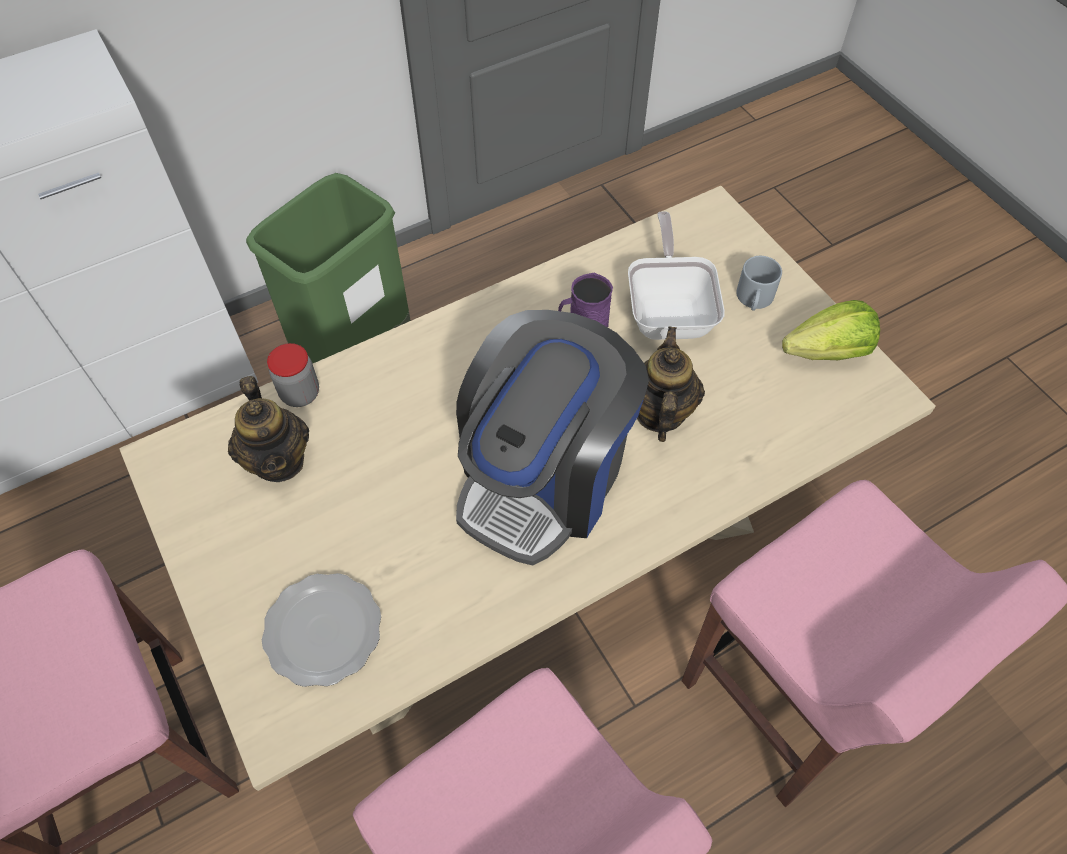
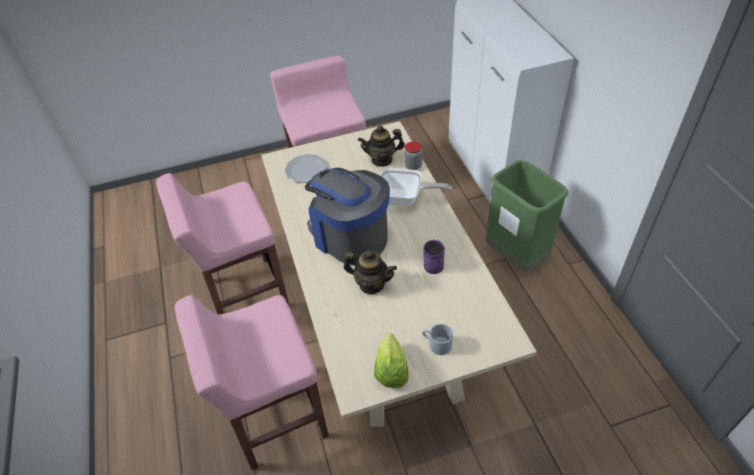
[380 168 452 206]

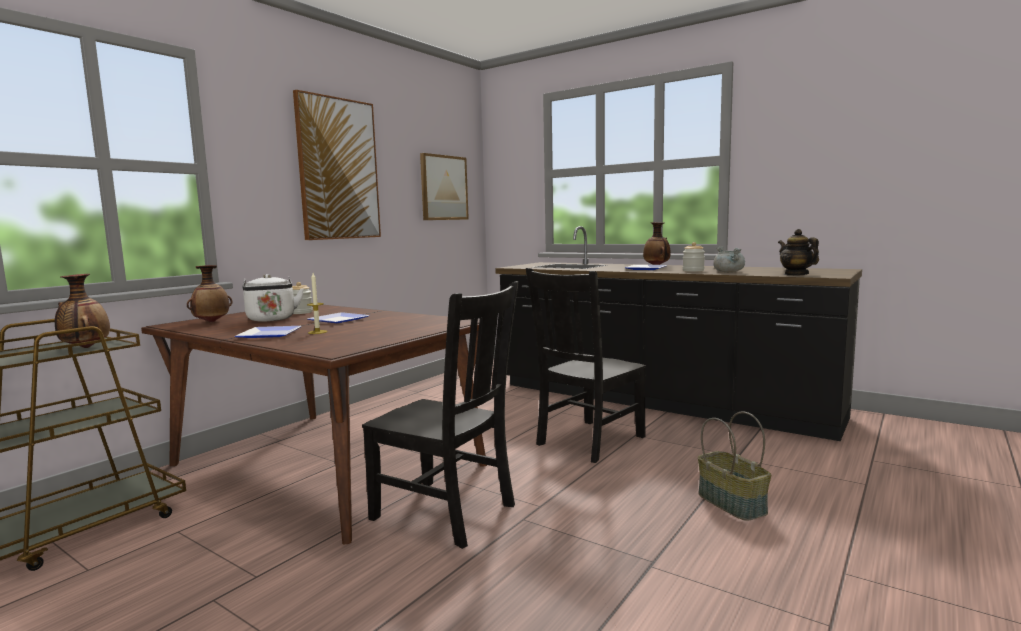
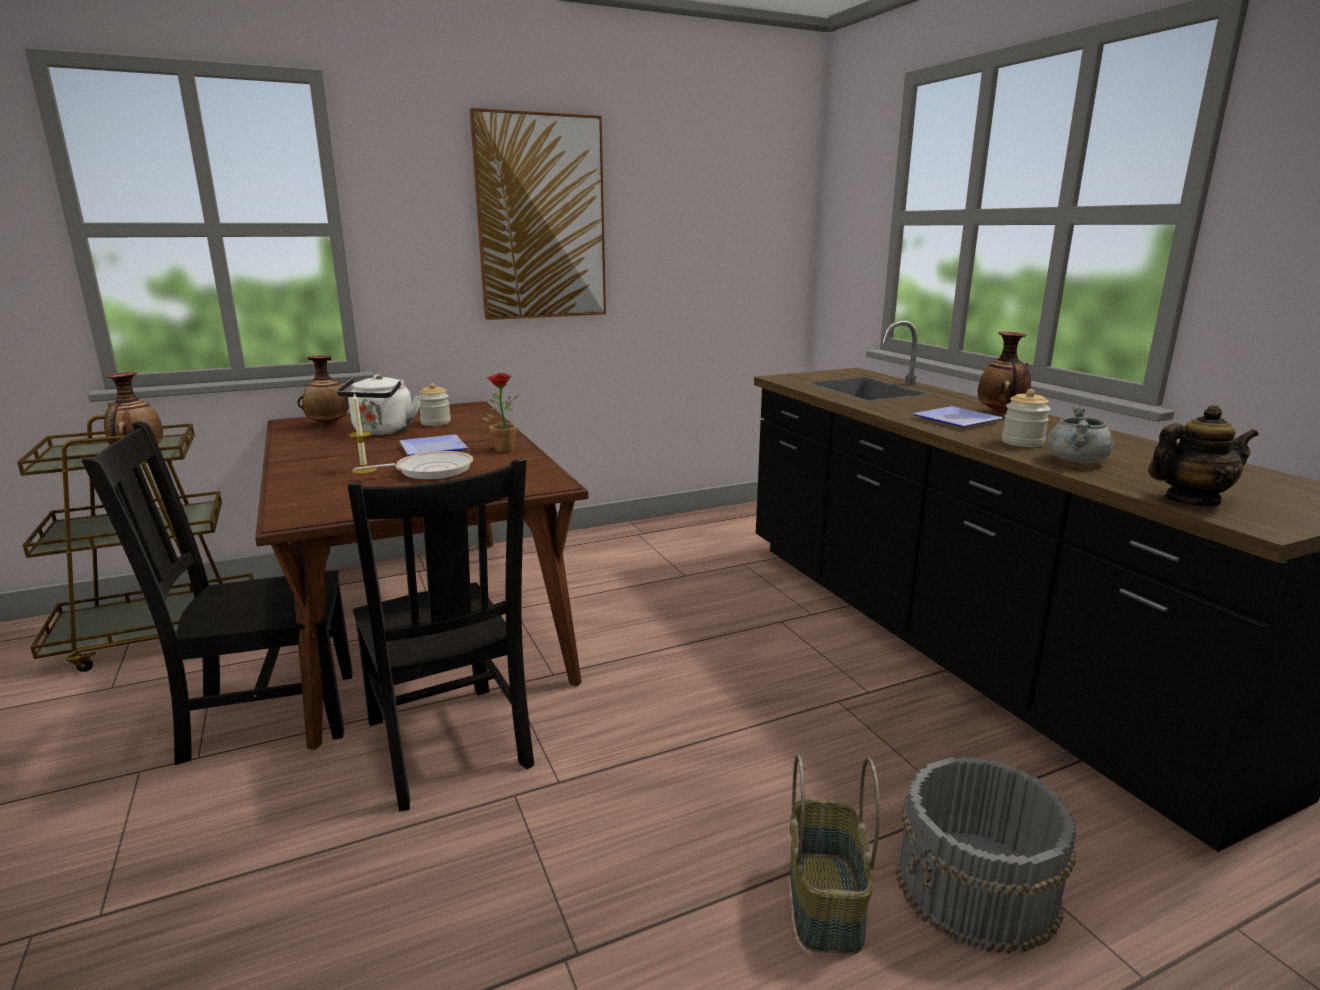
[235 326 302 338] (first image)
[420 153 469 220] (first image)
[81 421 353 765]
[1148 405 1259 506]
[354 451 473 479]
[482 373 519 453]
[895 756 1077 954]

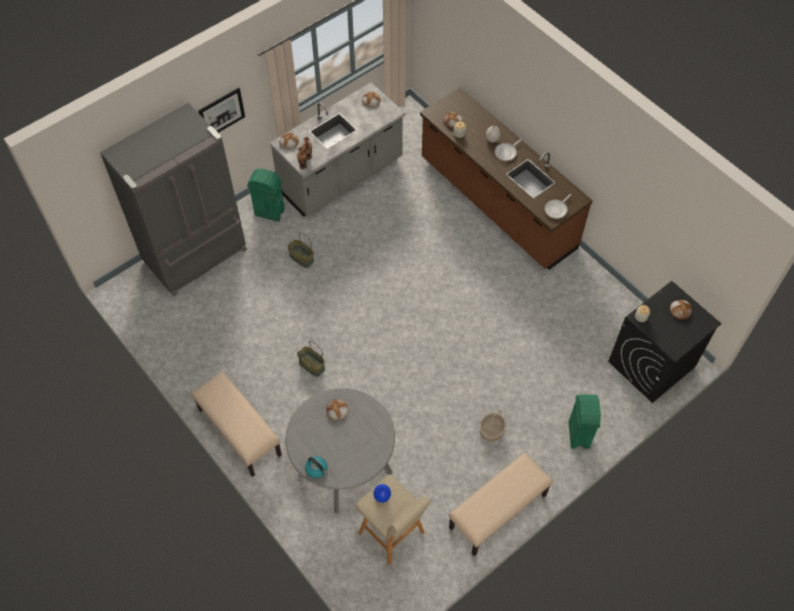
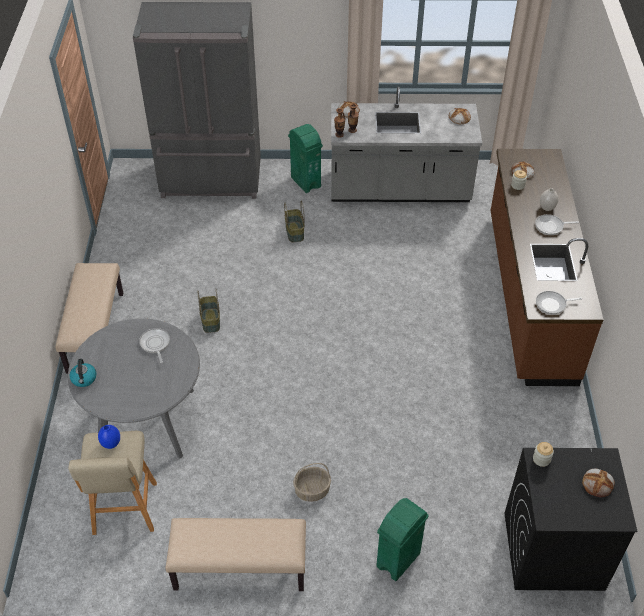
[198 87 245 133] (first image)
[139 328 170 363]

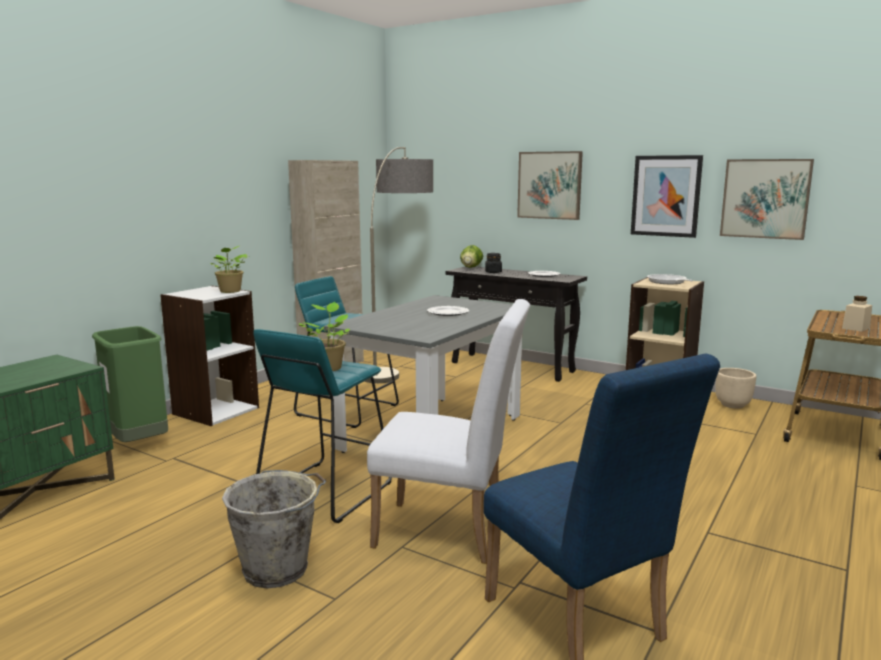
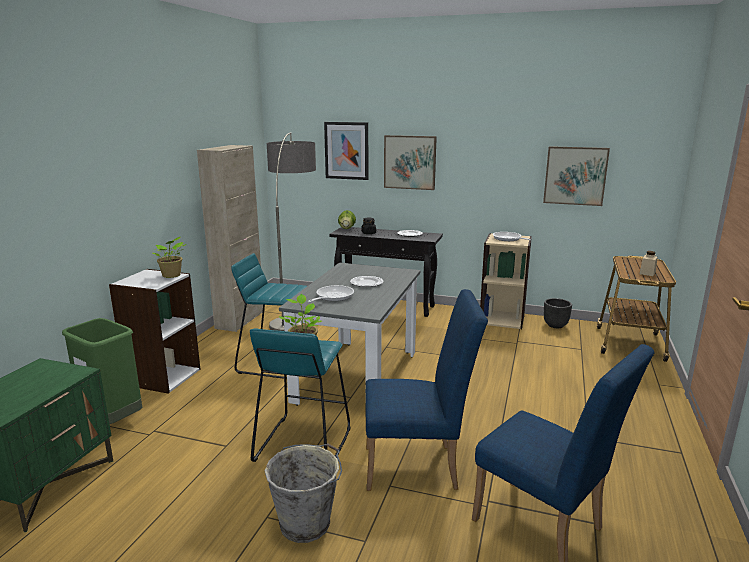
[365 289 488 491]
[324 122 368 180]
[544 298 572 328]
[307 285 354 303]

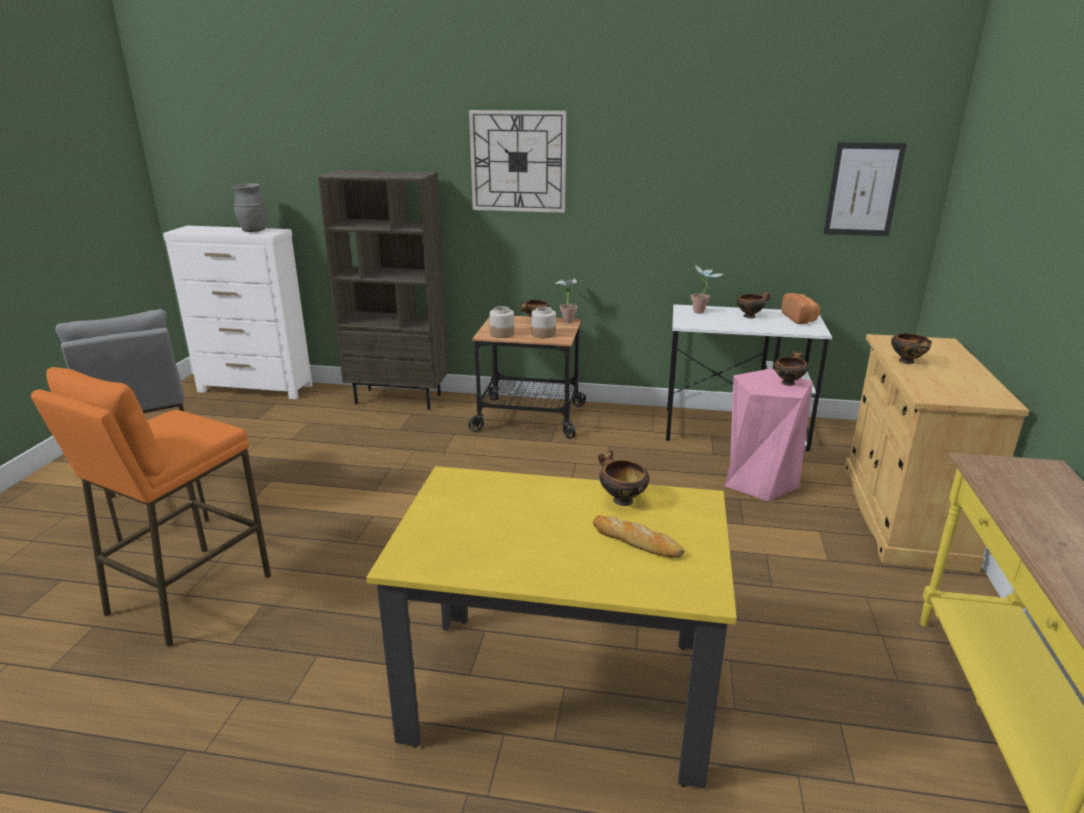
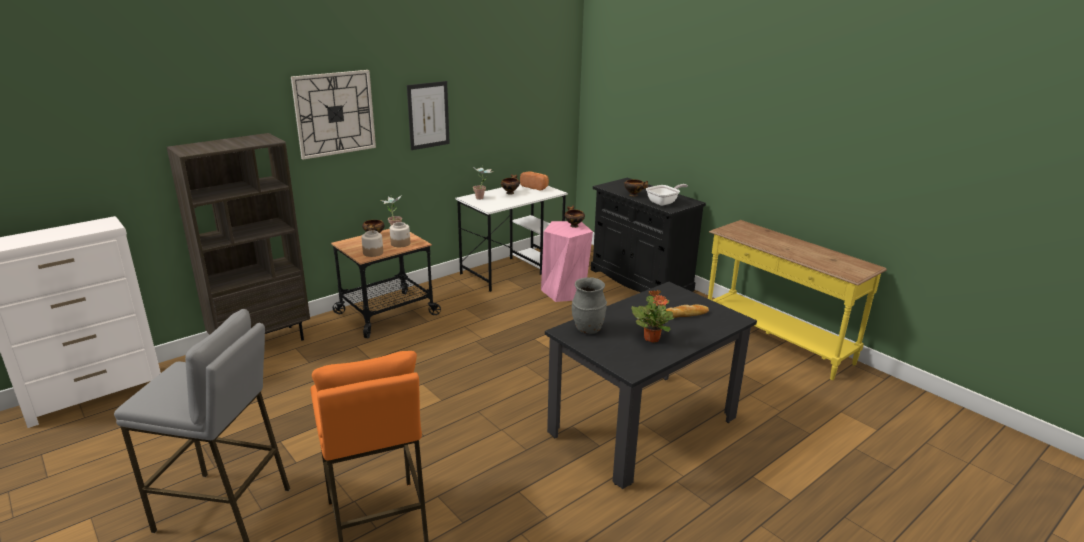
[572 277 607 334]
[545 282 757 489]
[598 450 649 506] (first image)
[407 81 450 150]
[591 178 706 292]
[631 290 674 343]
[646 184 688 206]

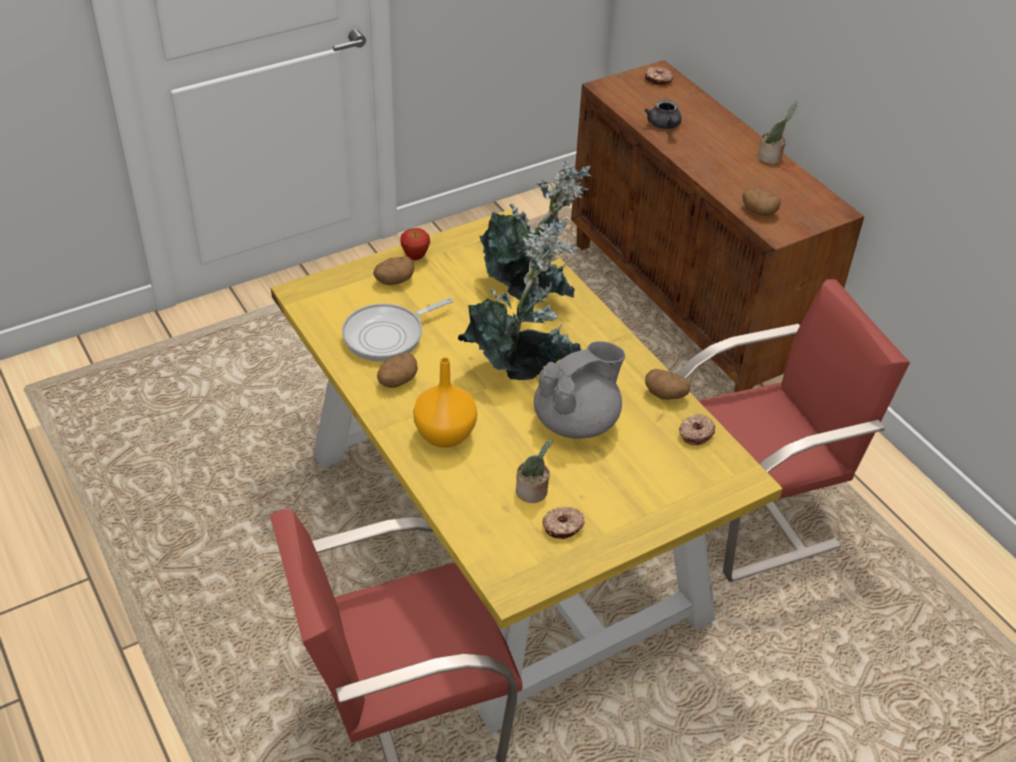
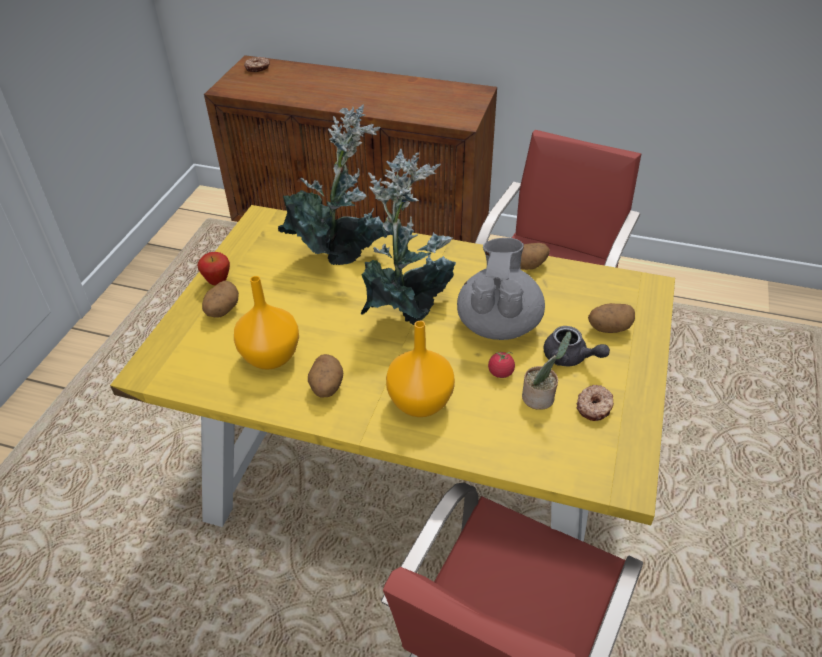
[234 276 299 369]
[543 326 610 366]
[679 414 715 445] (first image)
[588 303 635 333]
[758 101 798 164] (first image)
[488 351 515 378]

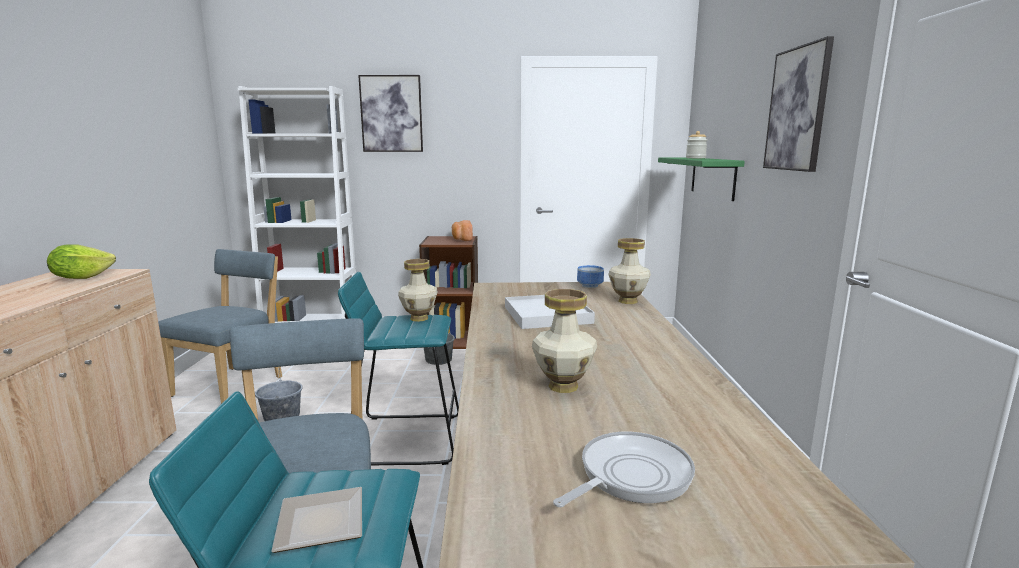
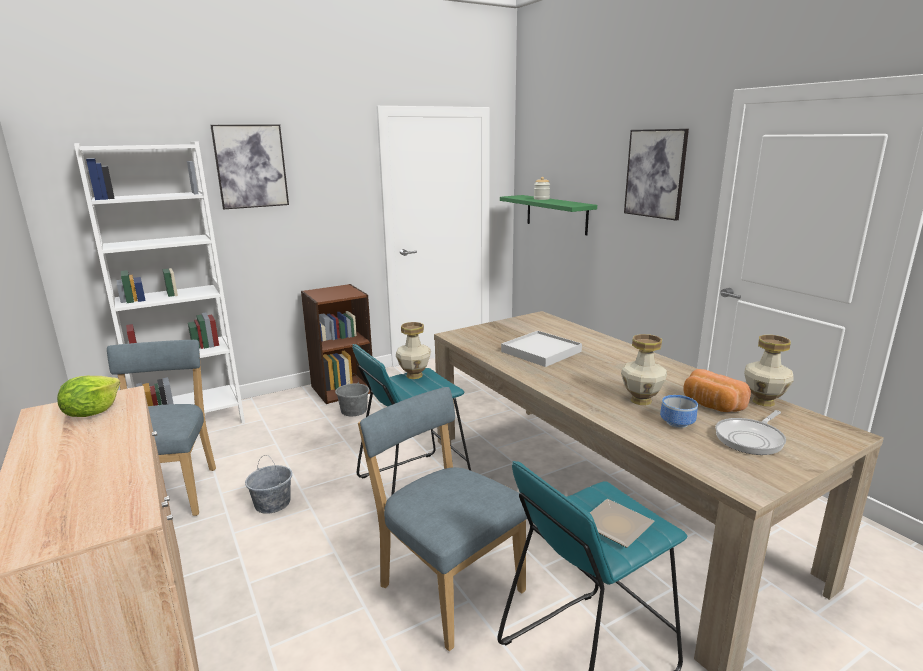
[683 369 751 412]
[715 410 786 455]
[660 395 698 428]
[745 335 794 407]

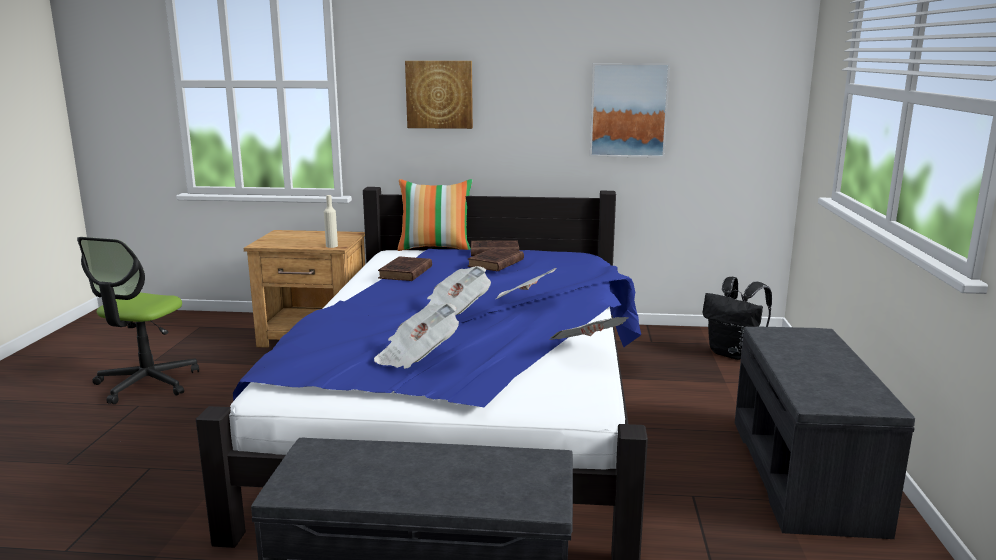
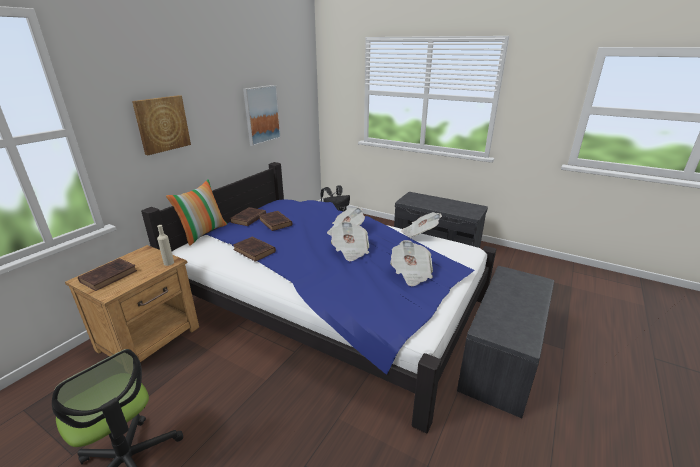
[78 258 137 291]

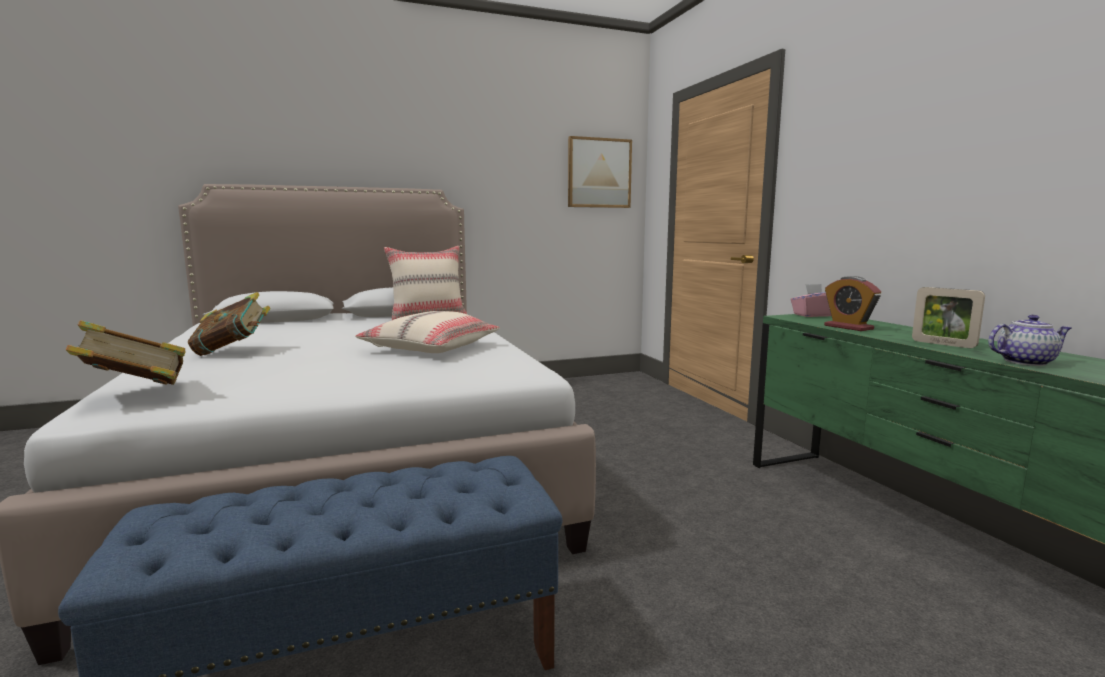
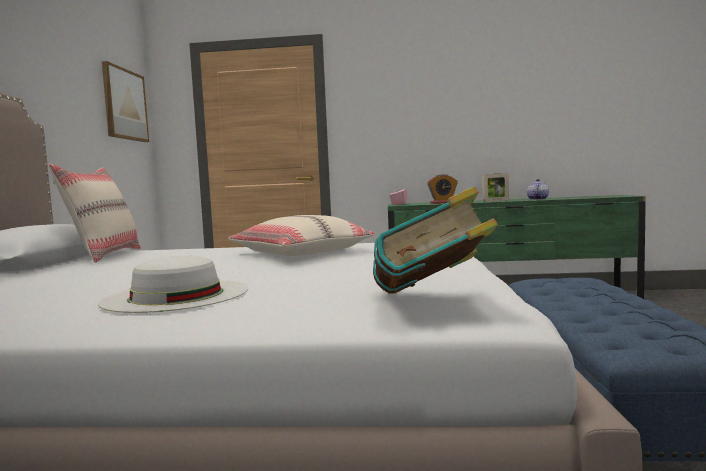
[98 256 248 313]

